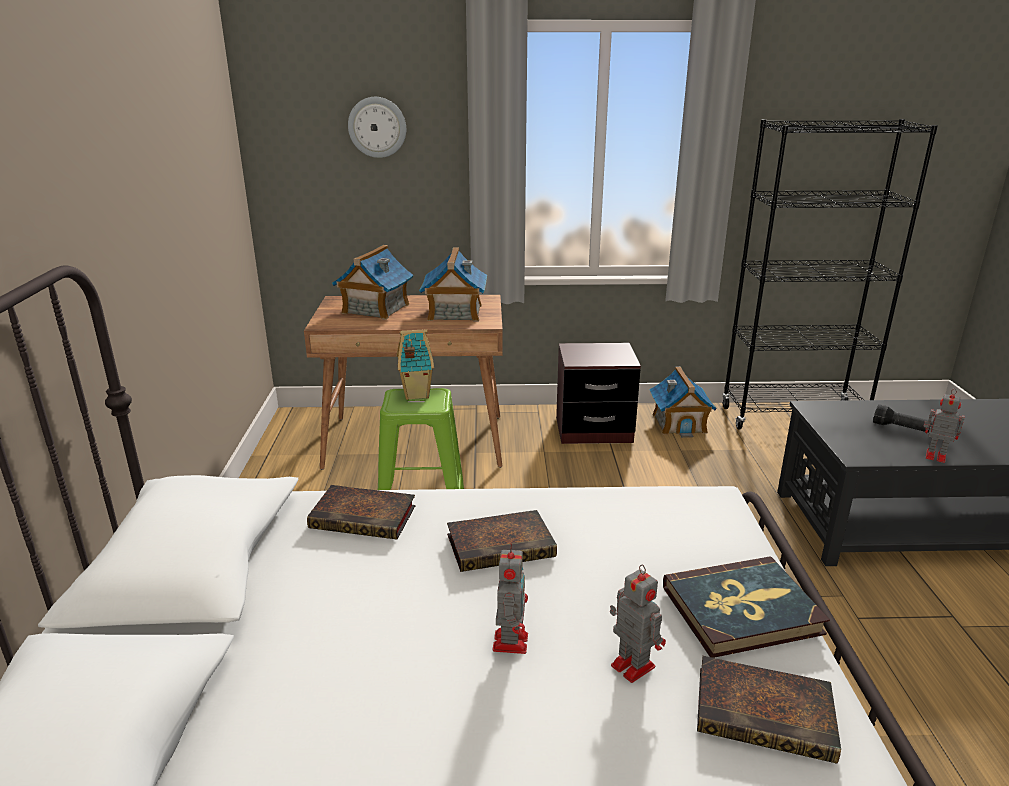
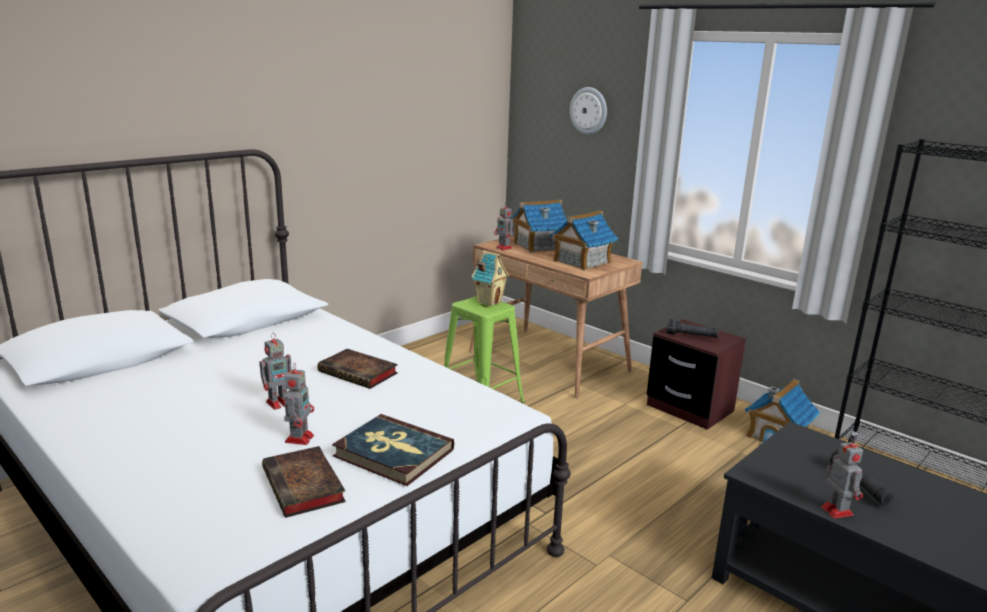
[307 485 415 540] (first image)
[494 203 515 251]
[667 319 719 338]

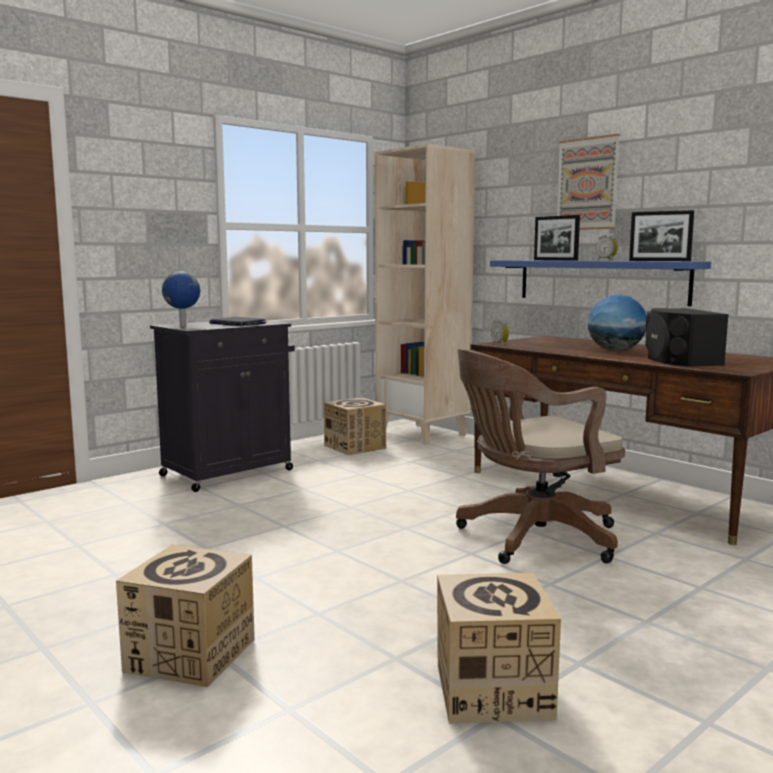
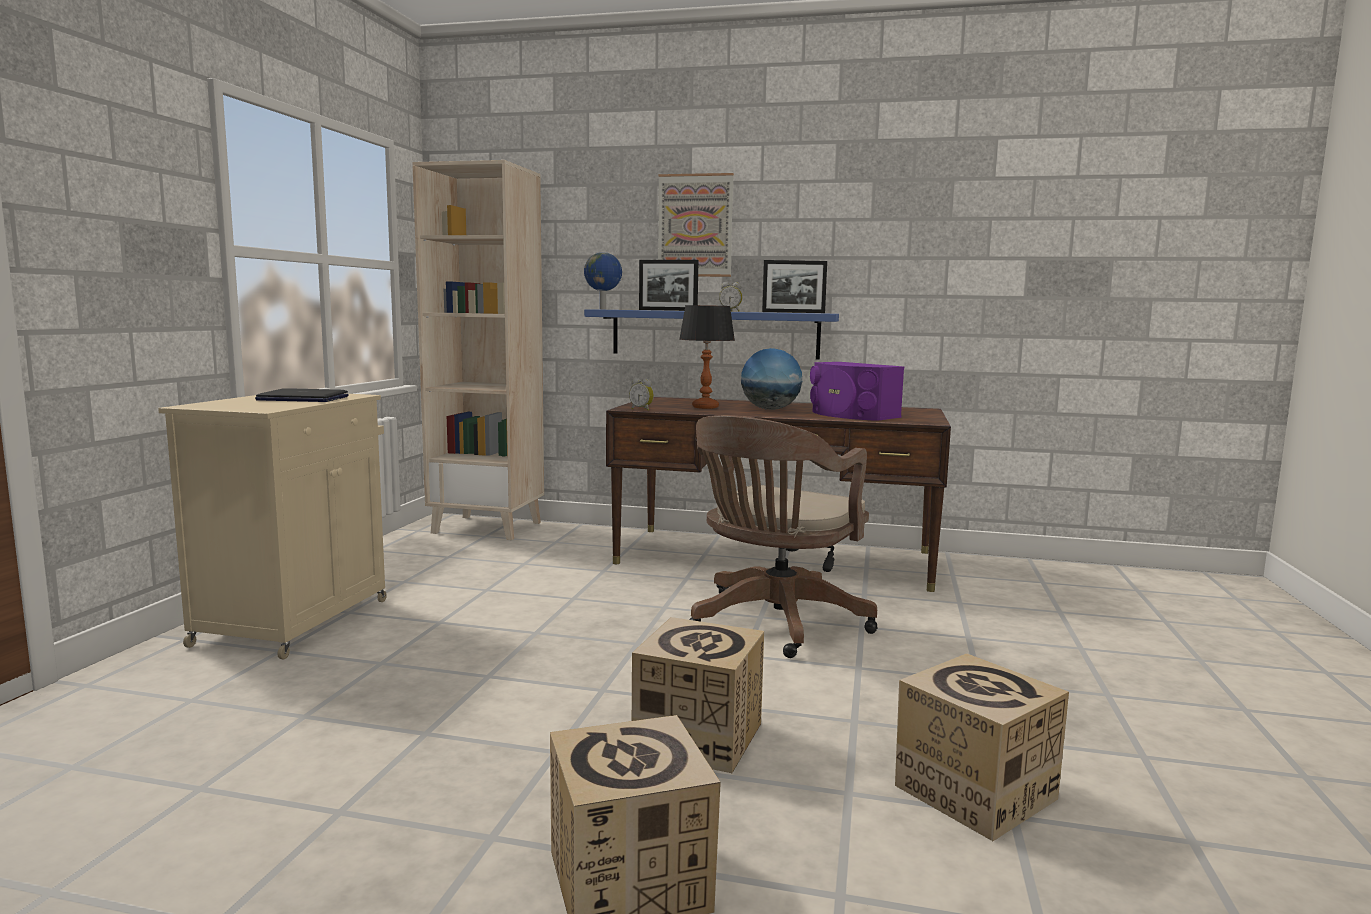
[158 393 387 659]
[584 252 622 309]
[632 617 764 773]
[810 362 904 421]
[679 305 735 409]

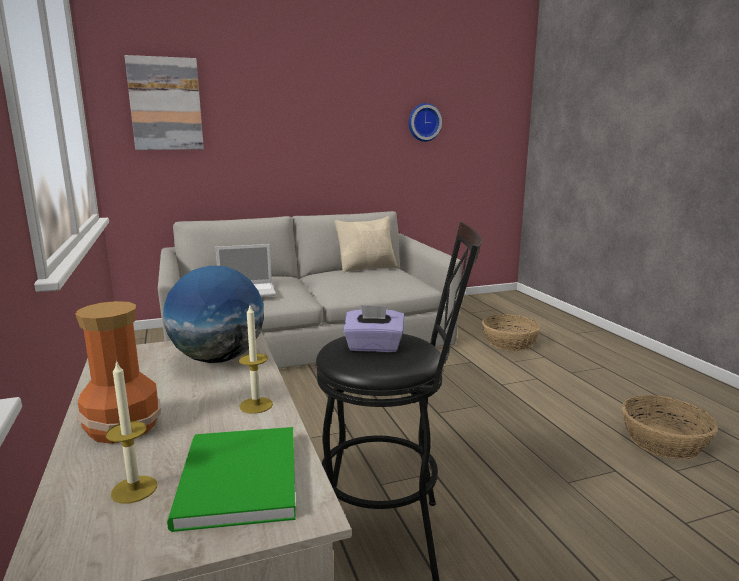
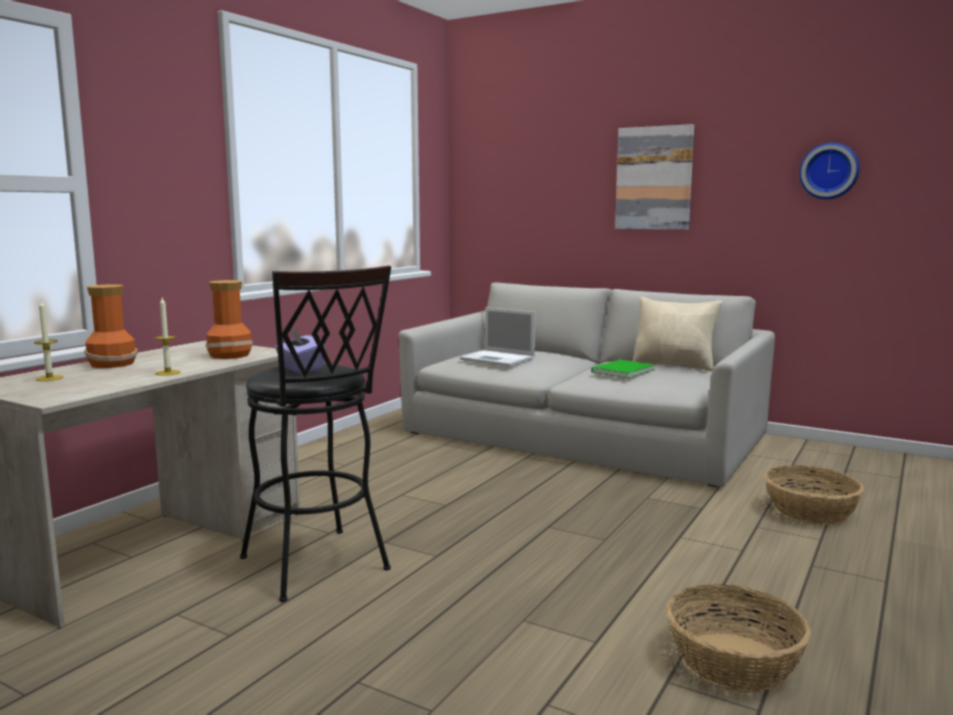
[615 124 694 230]
[206 280 253 359]
[591 360 654 378]

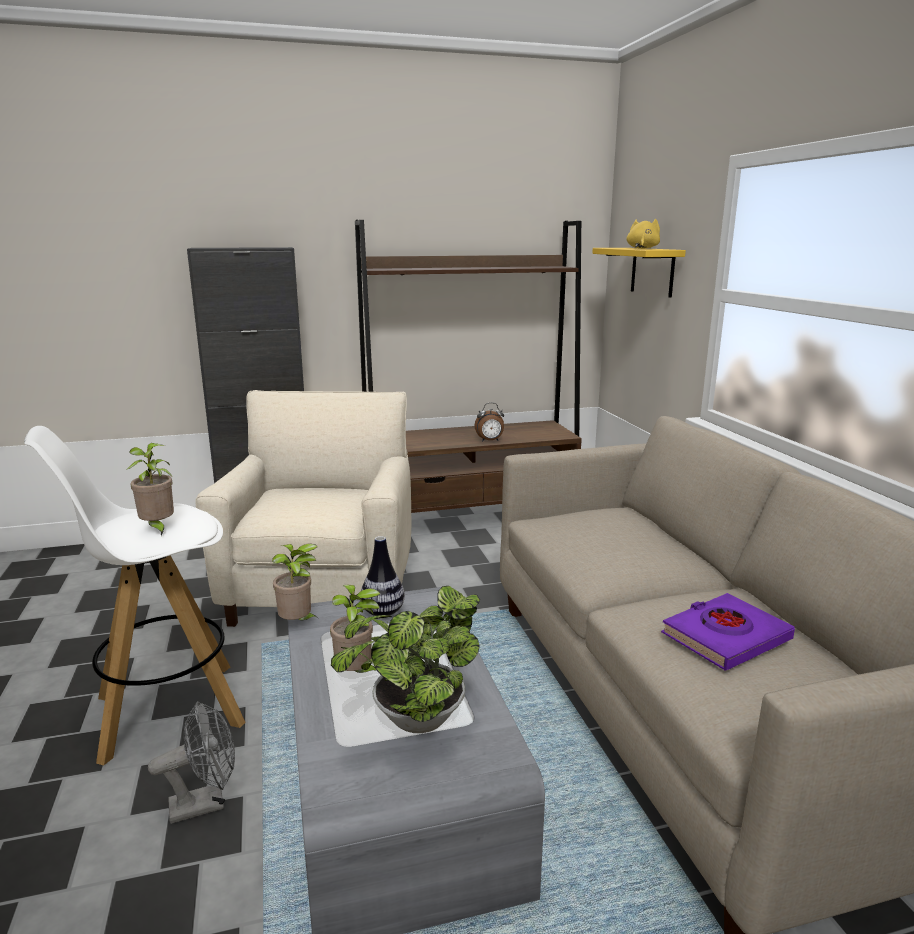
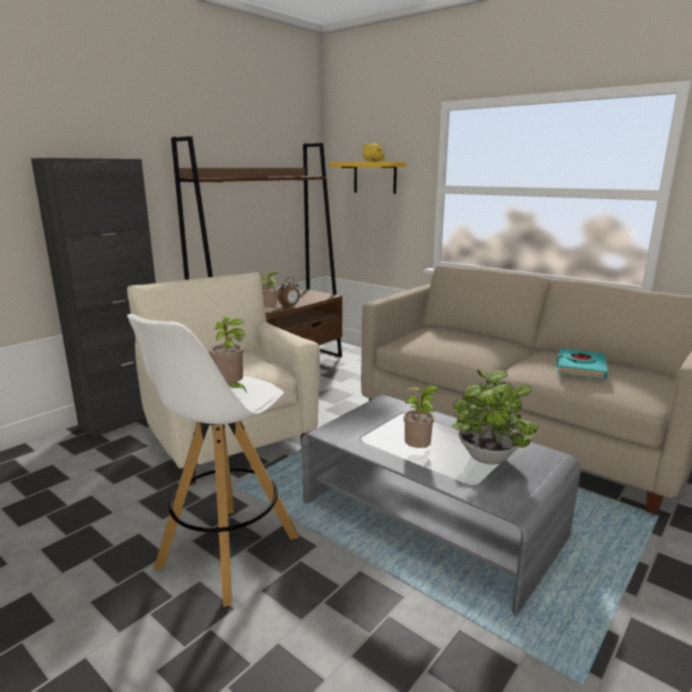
[148 701 235 824] (first image)
[261 271 277 308]
[361 536 405 616] (first image)
[557 348 608 380]

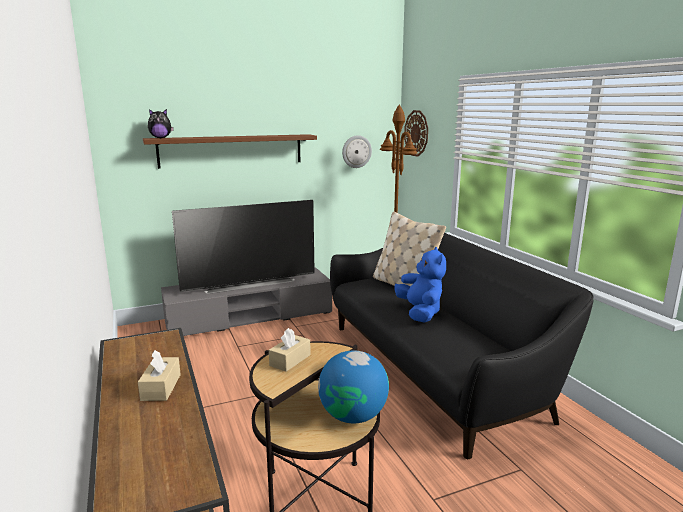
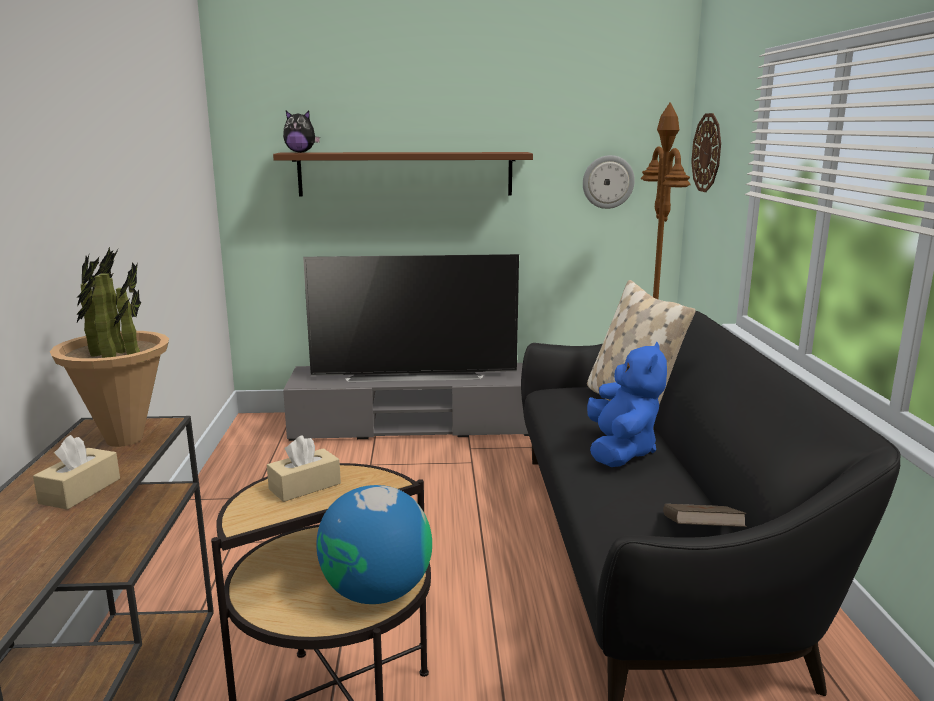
[50 246 169 447]
[663 504 746 527]

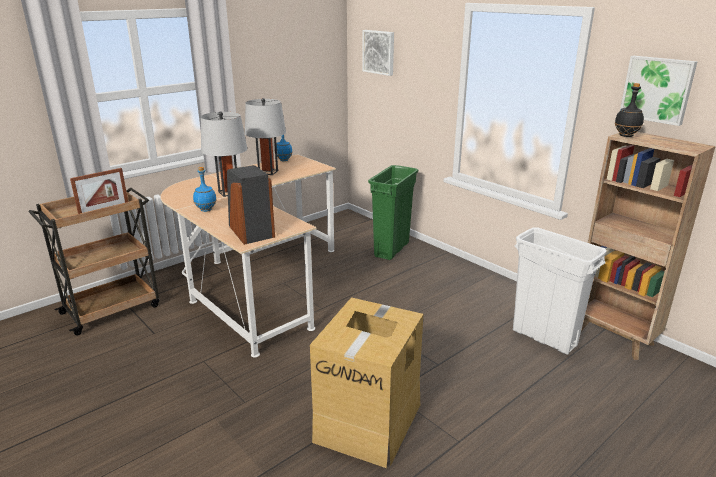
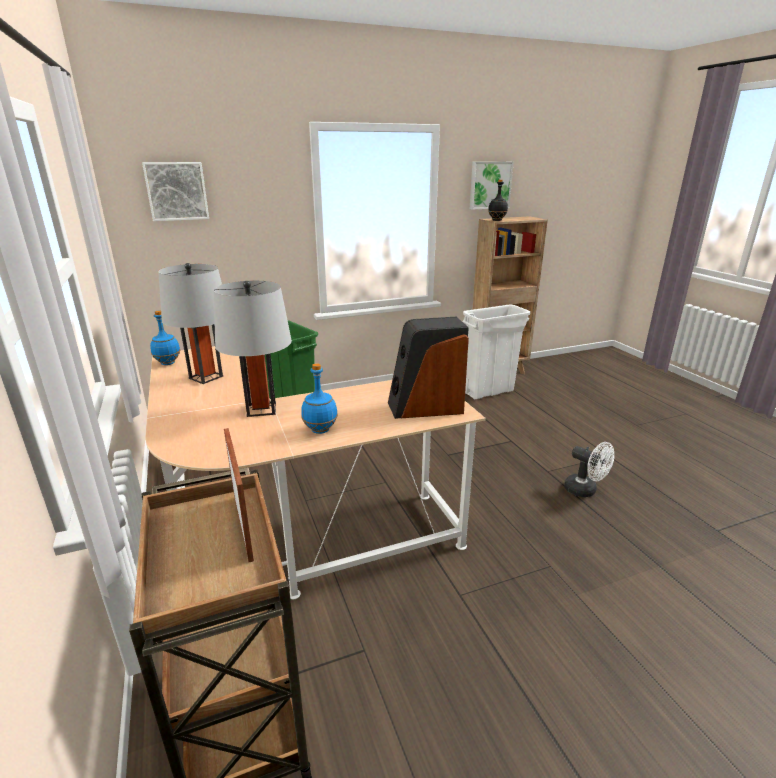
[564 442 614 497]

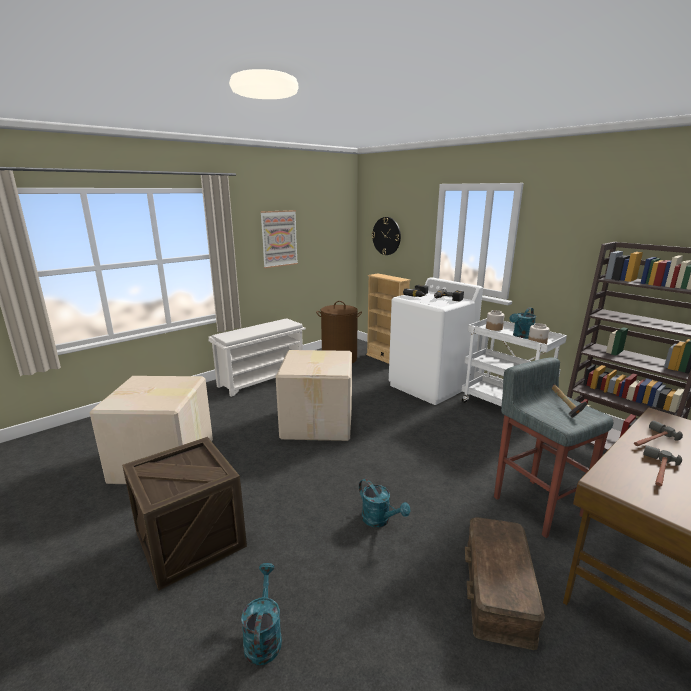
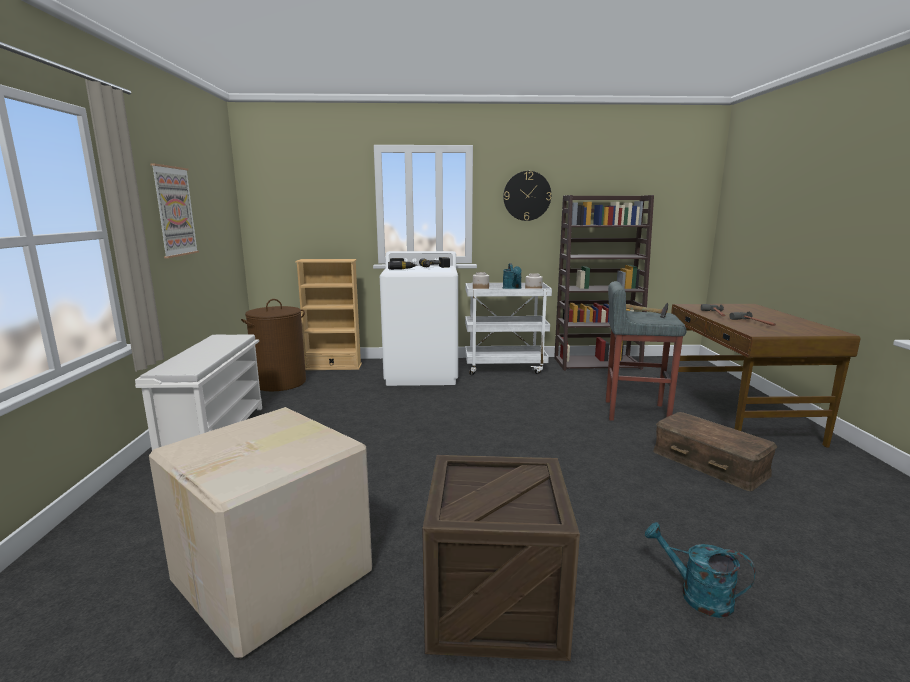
[276 350 352 441] (first image)
[359 479 410 527] (first image)
[503 171 551 221]

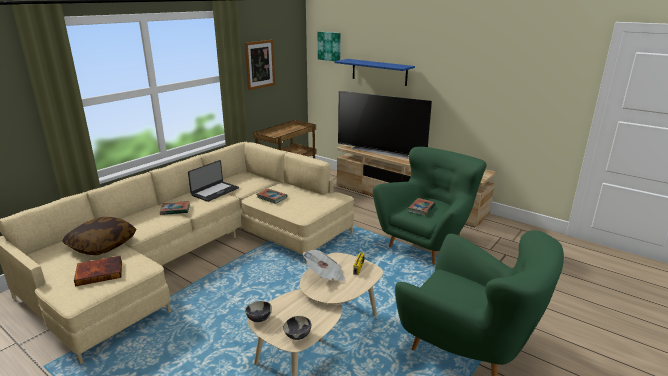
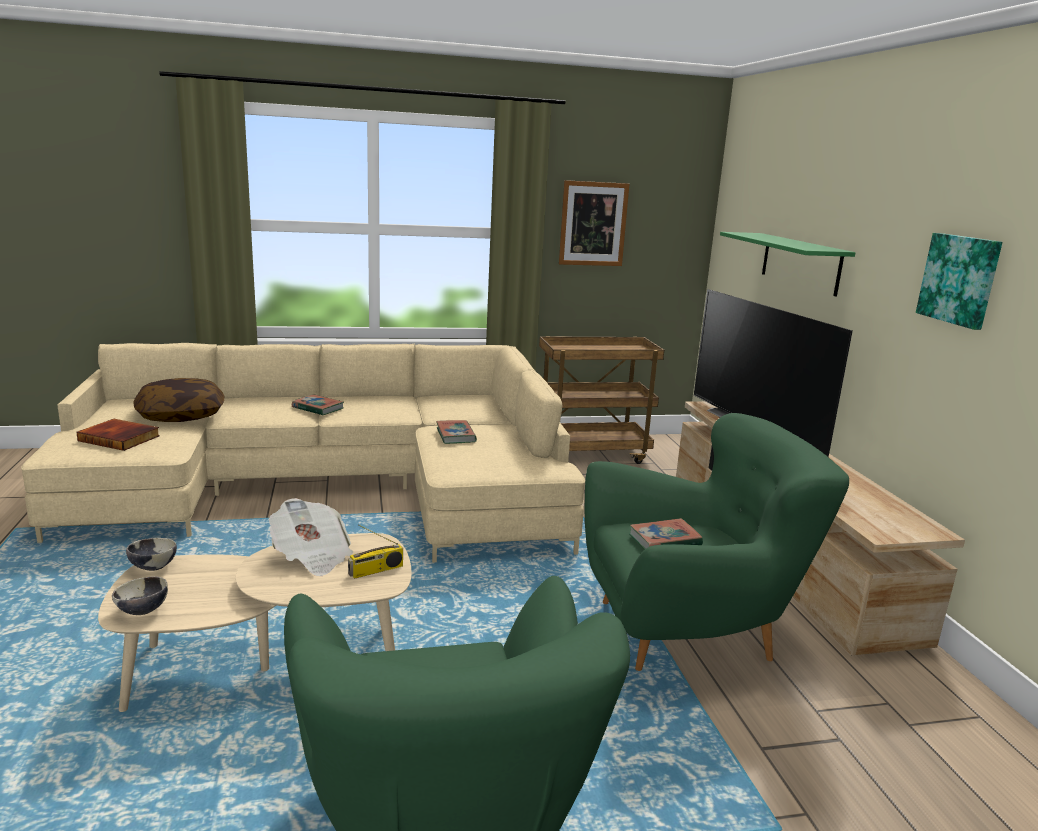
[188 160 239 202] (first image)
[916 233 1002 330]
[720 232 856 297]

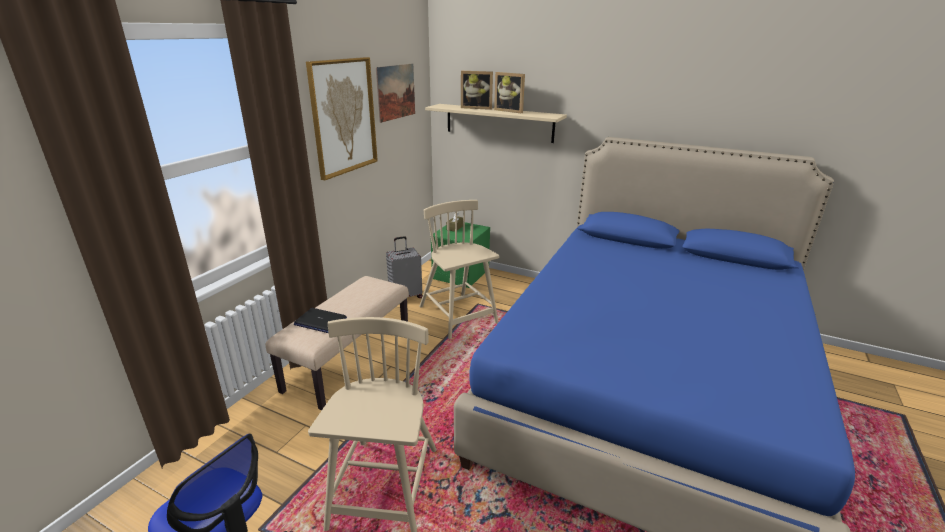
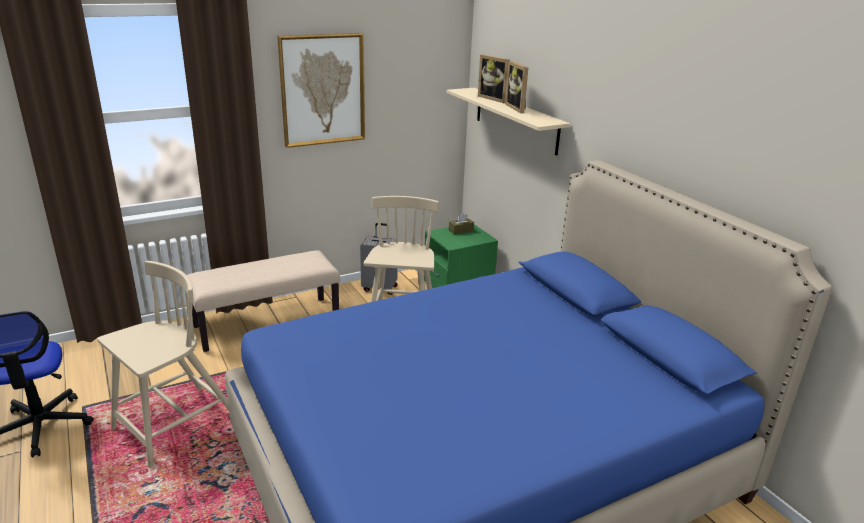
[294 308 347 333] (first image)
[376 64 415 123] (first image)

